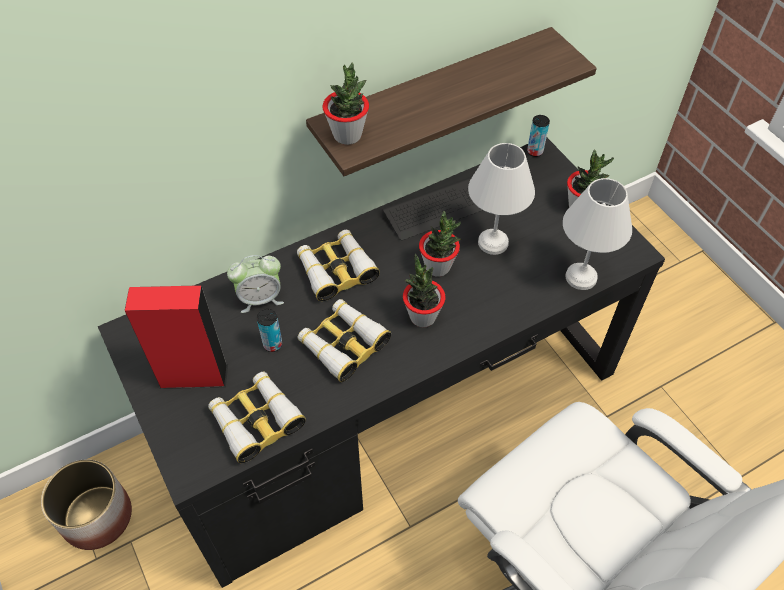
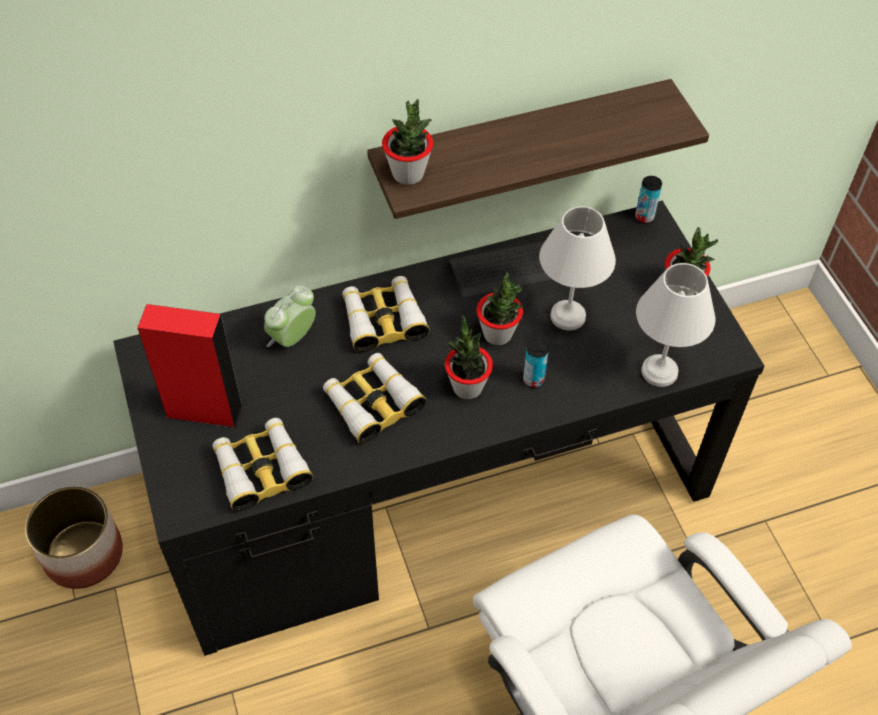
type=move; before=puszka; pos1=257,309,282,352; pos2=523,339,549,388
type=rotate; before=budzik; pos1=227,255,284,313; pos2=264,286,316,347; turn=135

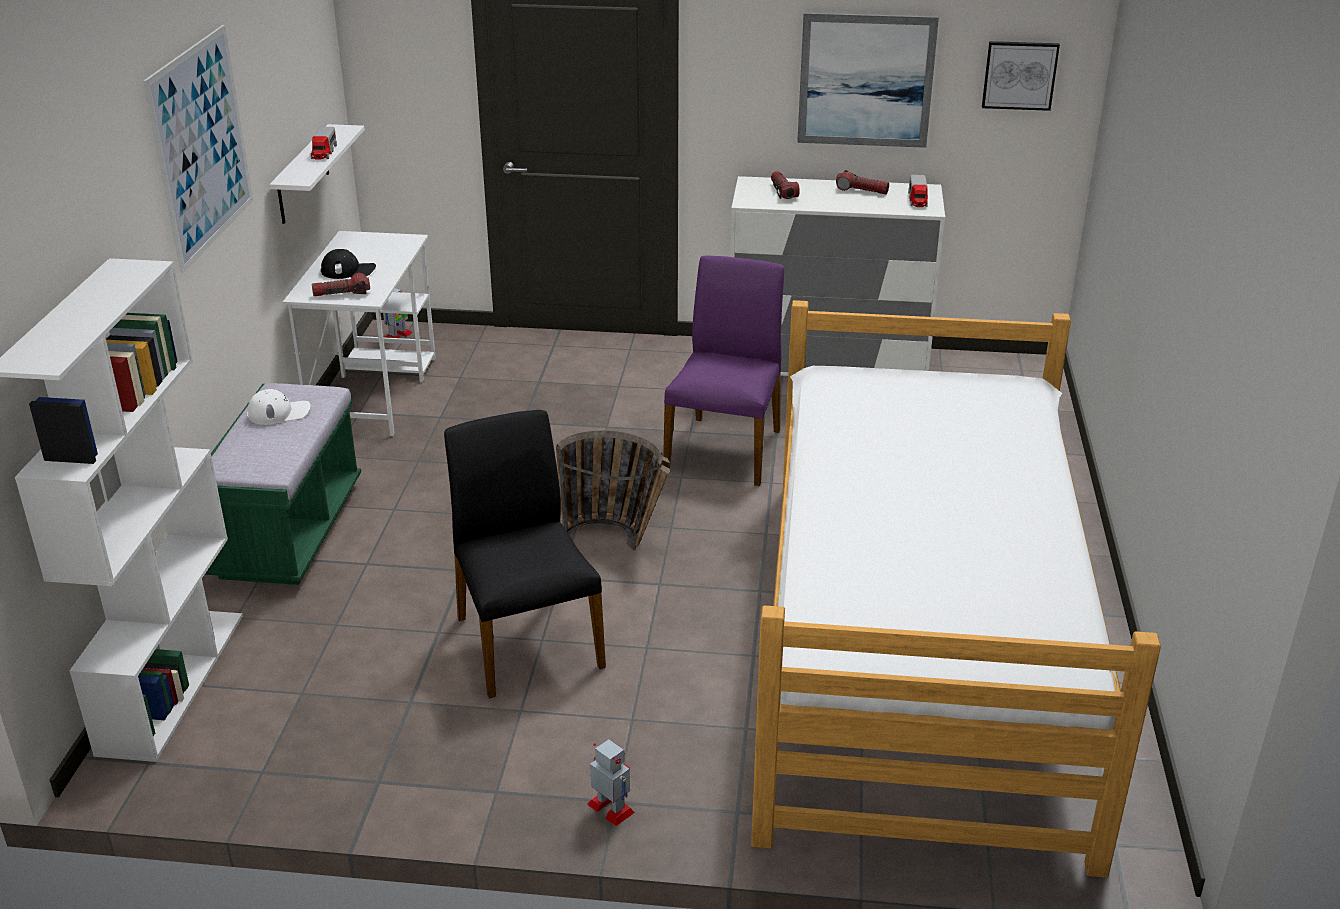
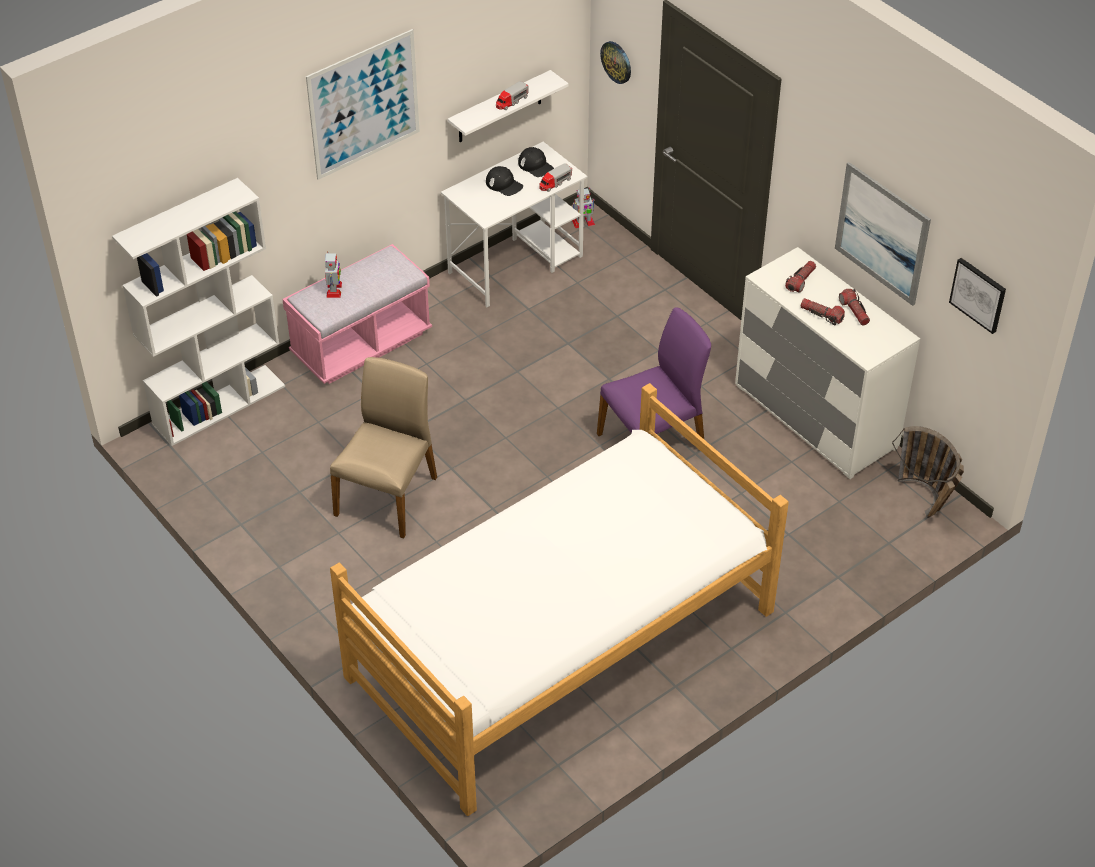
type=delete; before=czapka z daszkiem/biały; pos1=247,389,310,425
type=insert; after=czapka z daszkiem/czarny; pos2=518,147,554,177
type=insert; after=zegar ścienny; pos2=600,41,631,84
type=move; before=latarka; pos1=312,273,370,296; pos2=800,298,845,325
type=move; before=koszyk; pos1=556,431,670,551; pos2=892,426,964,518
type=move; before=robot zabawkowy; pos1=587,739,635,826; pos2=325,251,342,298
type=move; before=ciężarówka zabawkowa; pos1=908,175,928,207; pos2=539,163,572,192
type=recolor; before=ławka/zielony; after=ławka/różowy; pos1=205,383,361,585; pos2=282,244,432,384
type=recolor; before=krzesło/czarny; after=krzesło/beżowy; pos1=444,410,606,698; pos2=330,357,437,539

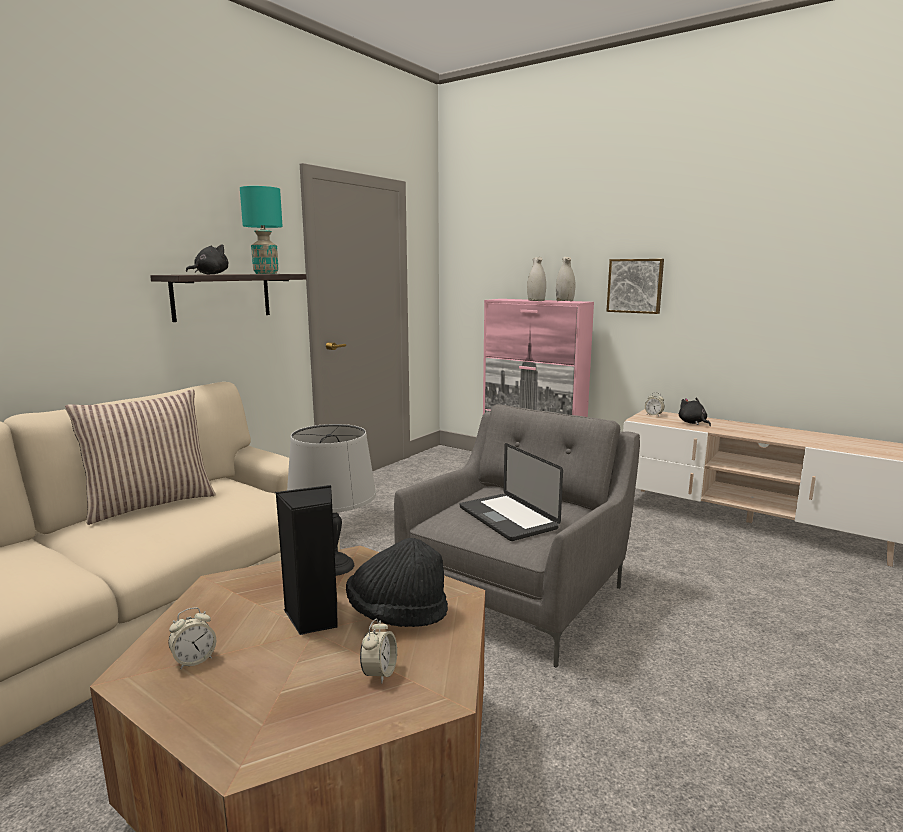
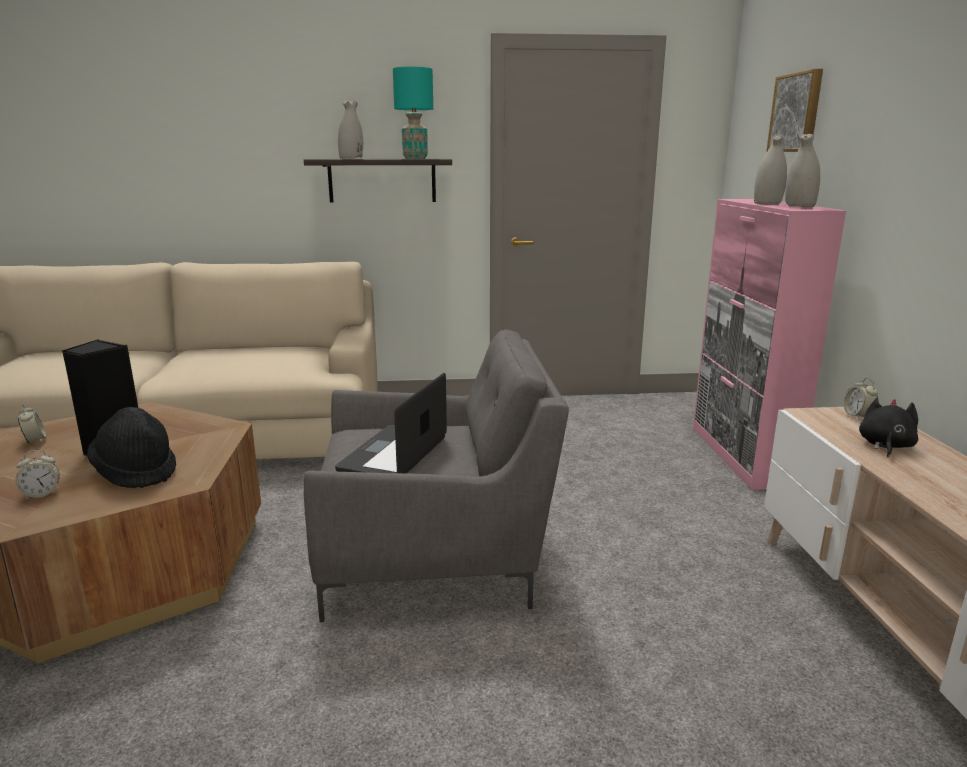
type=delete; before=poduszka; pos1=65,389,216,525
type=delete; before=lampa stołowa/szary; pos1=287,424,376,576
type=move; before=obraz; pos1=606,259,664,314; pos2=766,69,823,152
type=replace; before=pluszak/czarny; after=wazon/biały; pos1=186,244,228,274; pos2=338,100,363,159
type=rotate; before=budzik; pos1=168,608,216,669; pos2=18,405,46,443; turn=-135

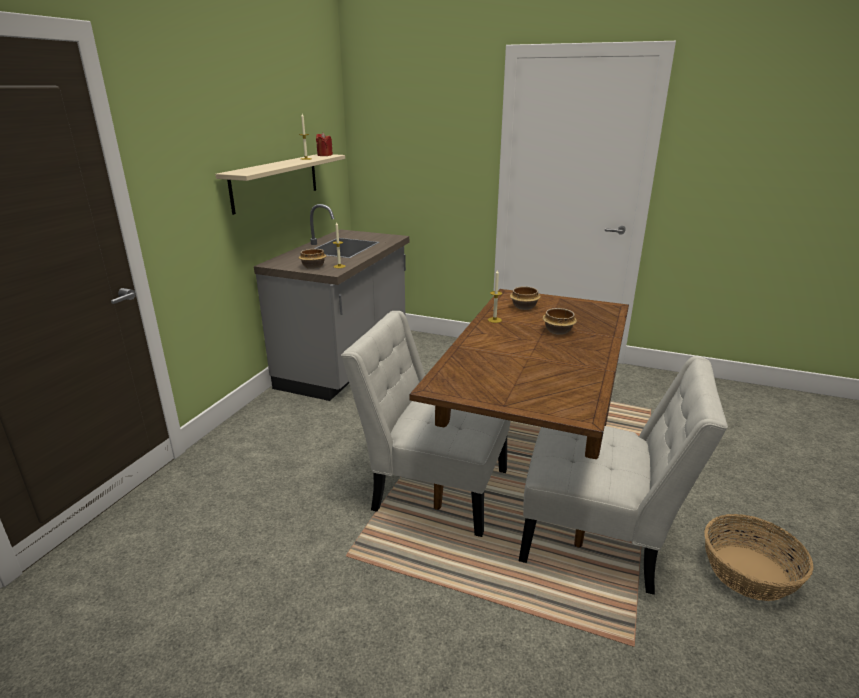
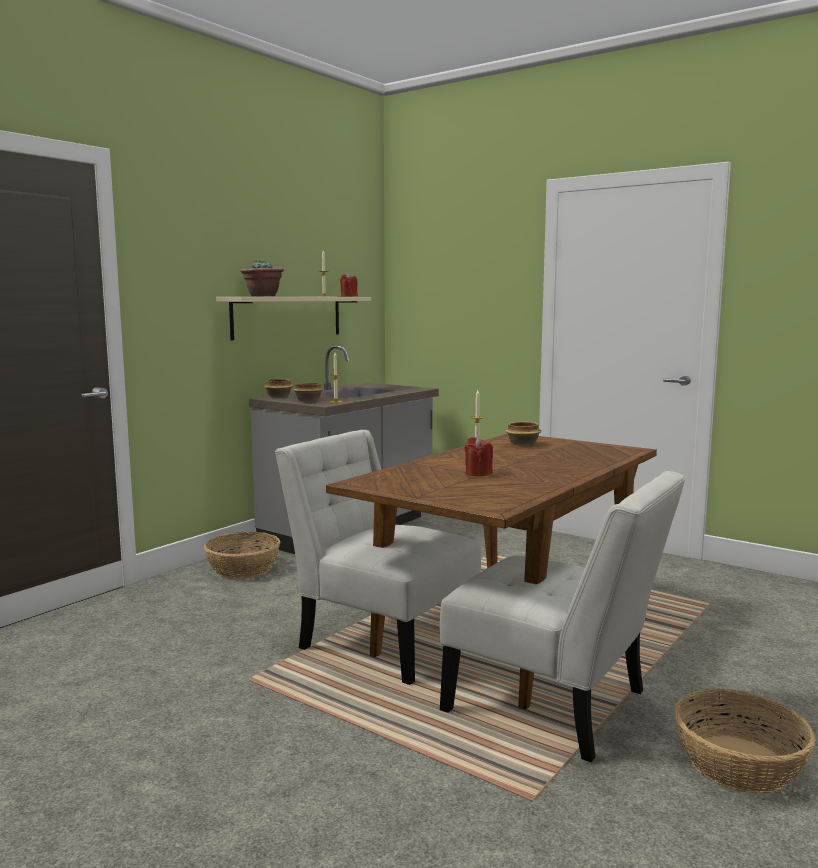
type=insert; after=koszyk; pos2=204,532,281,579
type=insert; after=roślina doniczkowa; pos2=240,260,284,296
type=insert; after=świeca/czerwony; pos2=465,436,493,476
type=move; before=miska; pos1=543,308,577,335; pos2=264,379,293,398

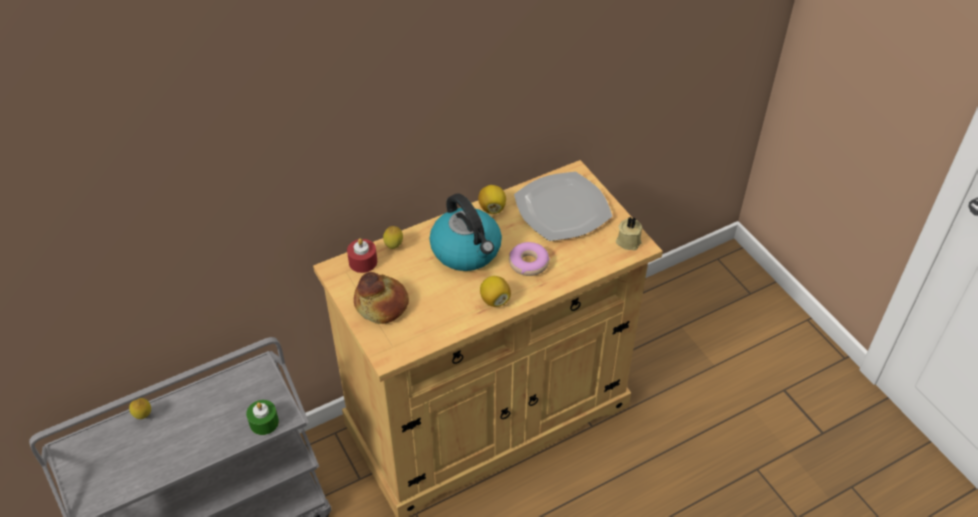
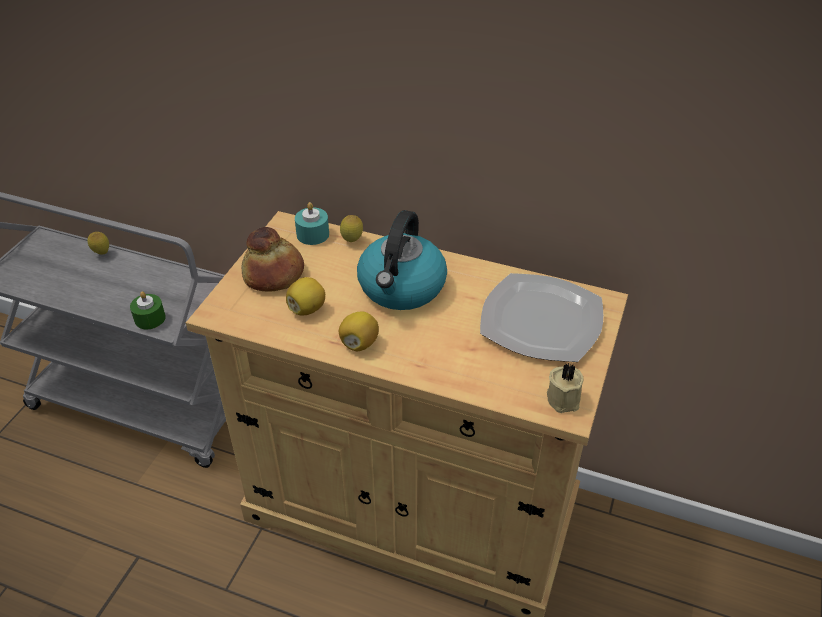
type=delete; before=donut; pos1=509,242,550,276
type=move; before=cytryna; pos1=478,185,506,214; pos2=286,277,325,315
type=recolor; before=świeca/czerwony; after=świeca/turkusowy; pos1=347,238,377,273; pos2=295,202,329,245

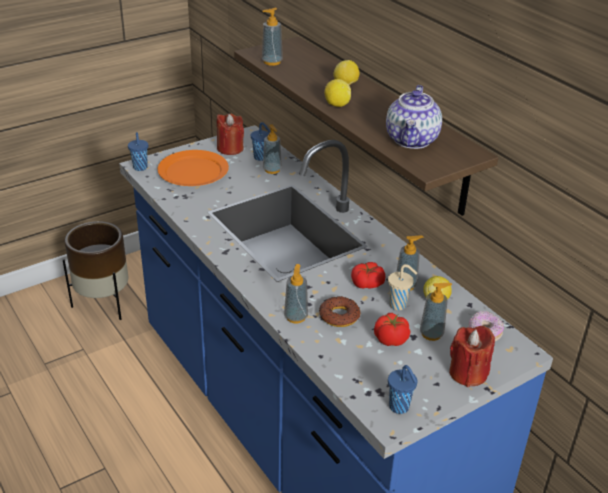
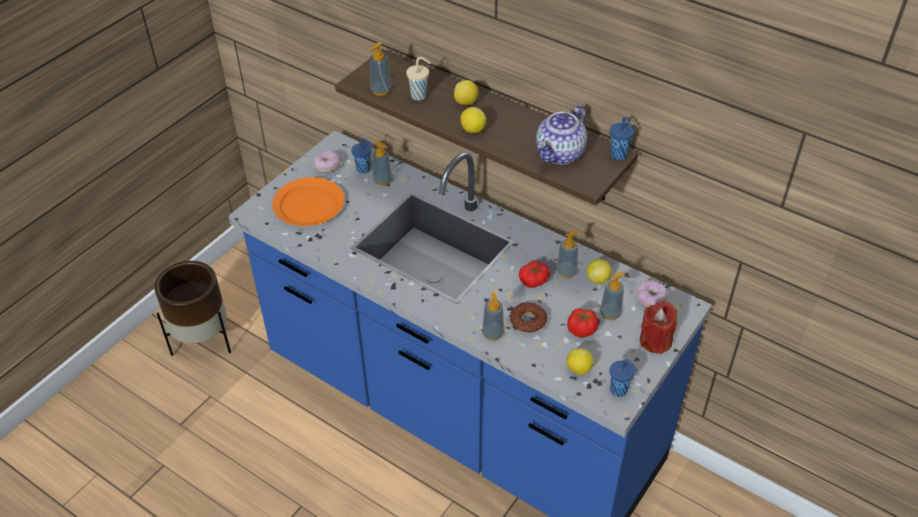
type=insert; after=cytryna; pos2=566,348,594,375
type=move; before=filiżanka/niebieski; pos1=128,132,148,171; pos2=610,117,635,160
type=move; before=filiżanka/beżowy; pos1=388,264,417,310; pos2=406,57,431,101
type=replace; before=świeca/czerwony; after=donut; pos1=217,113,244,155; pos2=314,150,340,172
type=rotate; before=imbryk; pos1=386,85,442,149; pos2=536,105,587,164; turn=45

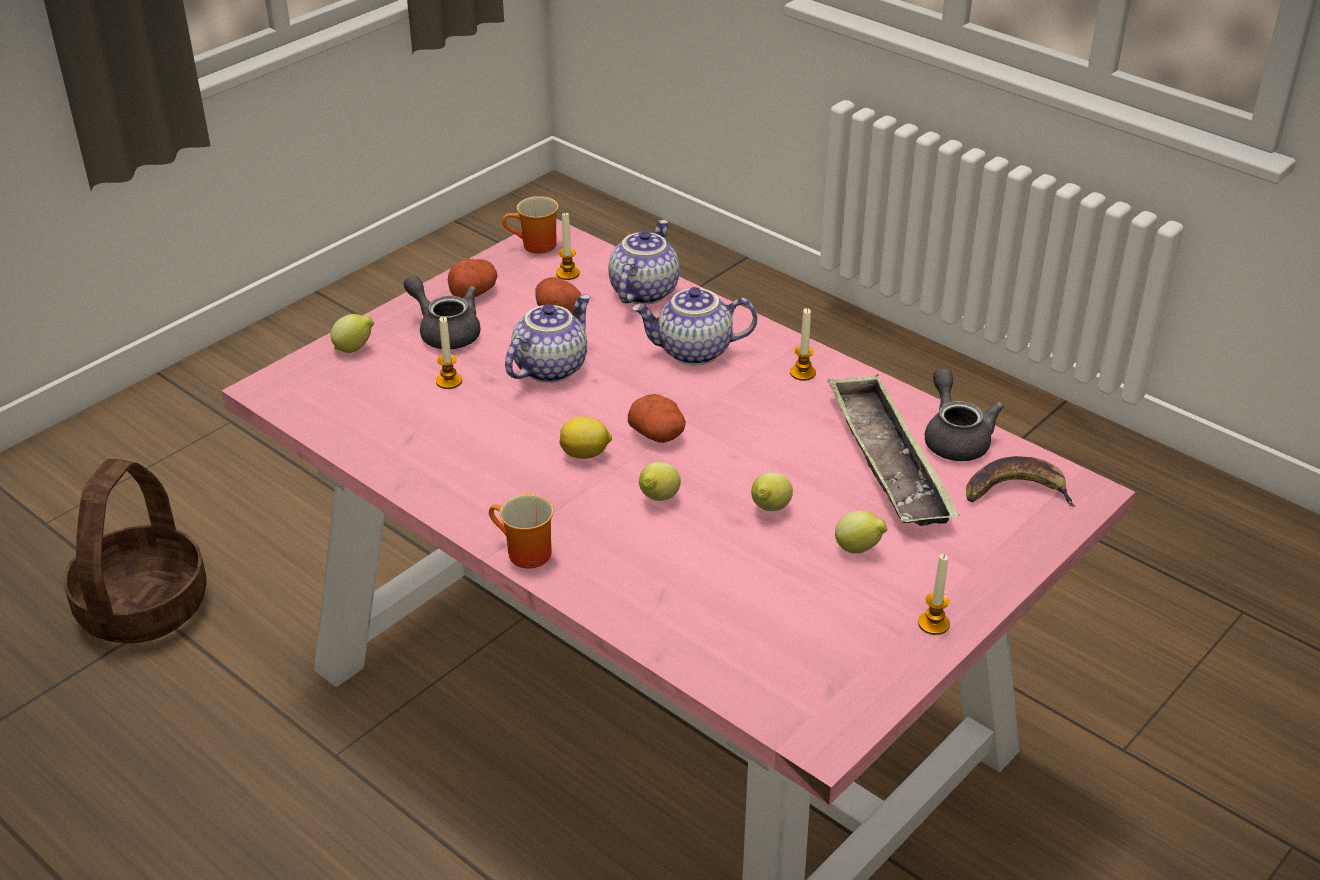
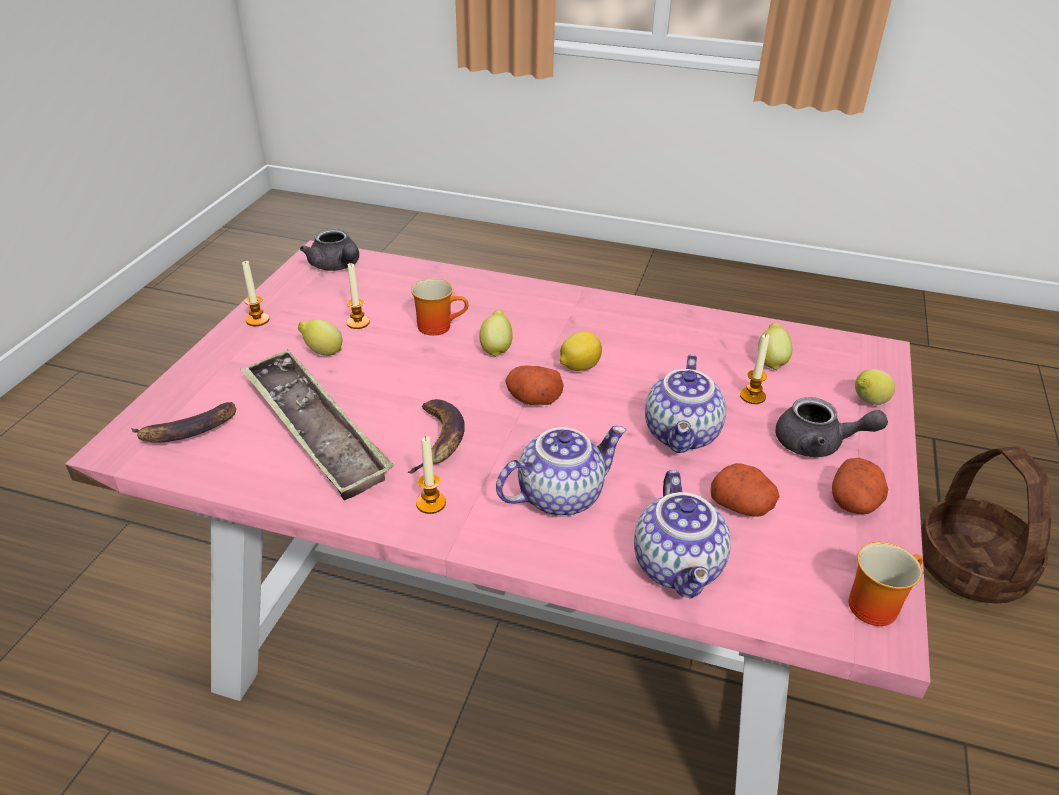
type=insert; after=banan; pos2=407,399,465,473
type=move; before=kubek; pos1=489,494,554,569; pos2=411,279,469,336
type=move; before=świeca; pos1=556,212,580,280; pos2=346,263,370,329
type=move; before=cytryna; pos1=751,472,793,511; pos2=758,322,792,370
type=move; before=imbryk/szary; pos1=925,368,1004,461; pos2=300,228,359,271

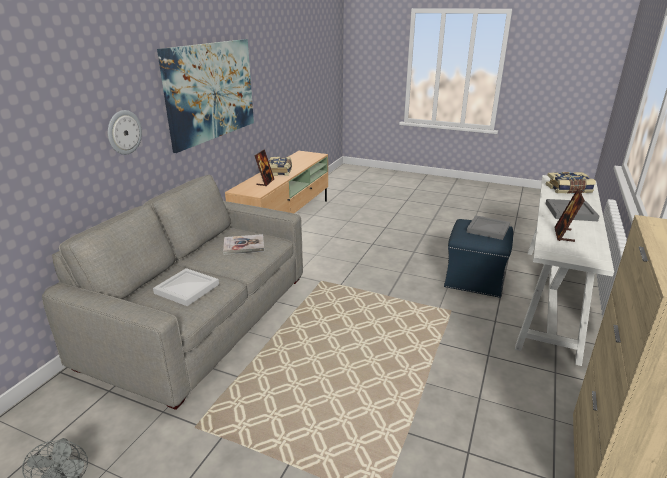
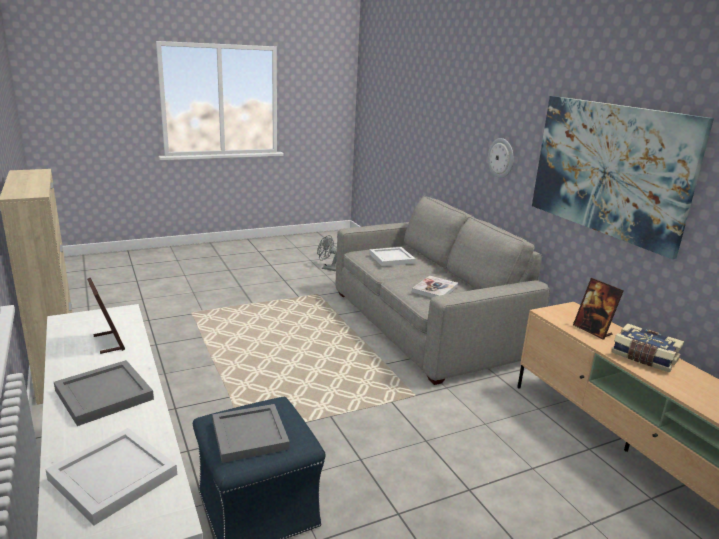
type=replace; before=książka; after=taca/biały; pos1=546,172,596,193; pos2=45,428,177,525

